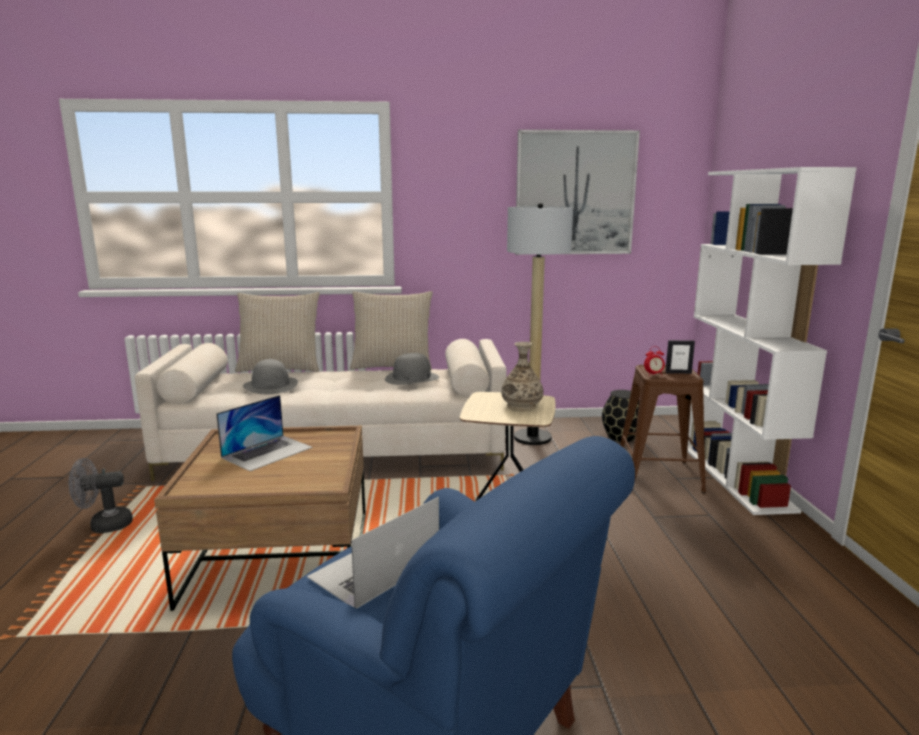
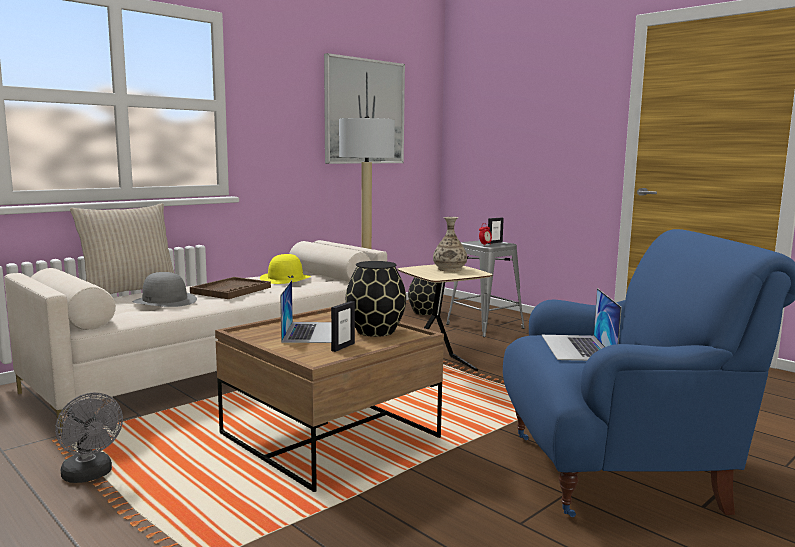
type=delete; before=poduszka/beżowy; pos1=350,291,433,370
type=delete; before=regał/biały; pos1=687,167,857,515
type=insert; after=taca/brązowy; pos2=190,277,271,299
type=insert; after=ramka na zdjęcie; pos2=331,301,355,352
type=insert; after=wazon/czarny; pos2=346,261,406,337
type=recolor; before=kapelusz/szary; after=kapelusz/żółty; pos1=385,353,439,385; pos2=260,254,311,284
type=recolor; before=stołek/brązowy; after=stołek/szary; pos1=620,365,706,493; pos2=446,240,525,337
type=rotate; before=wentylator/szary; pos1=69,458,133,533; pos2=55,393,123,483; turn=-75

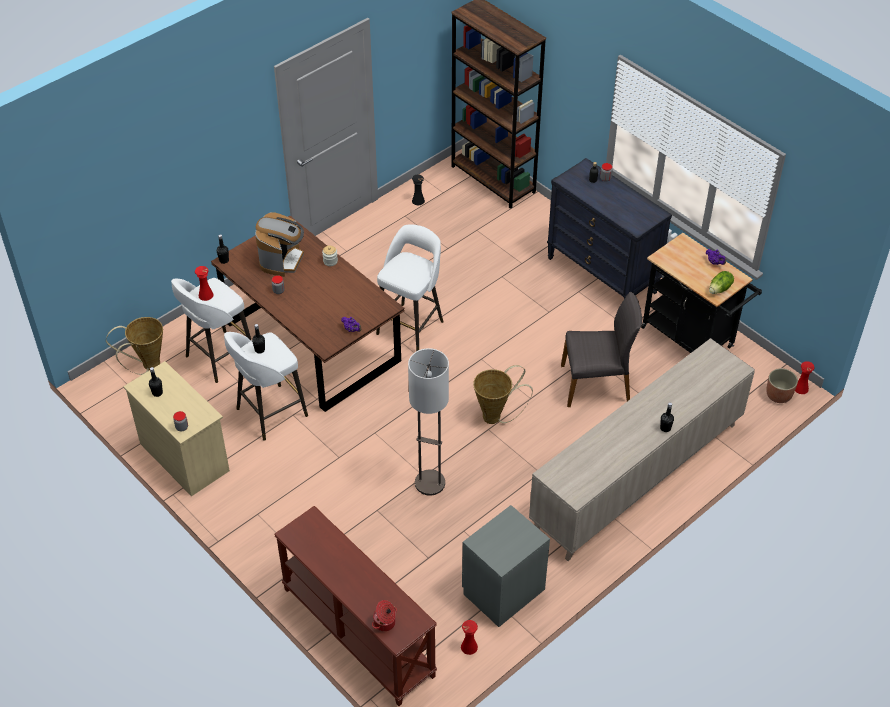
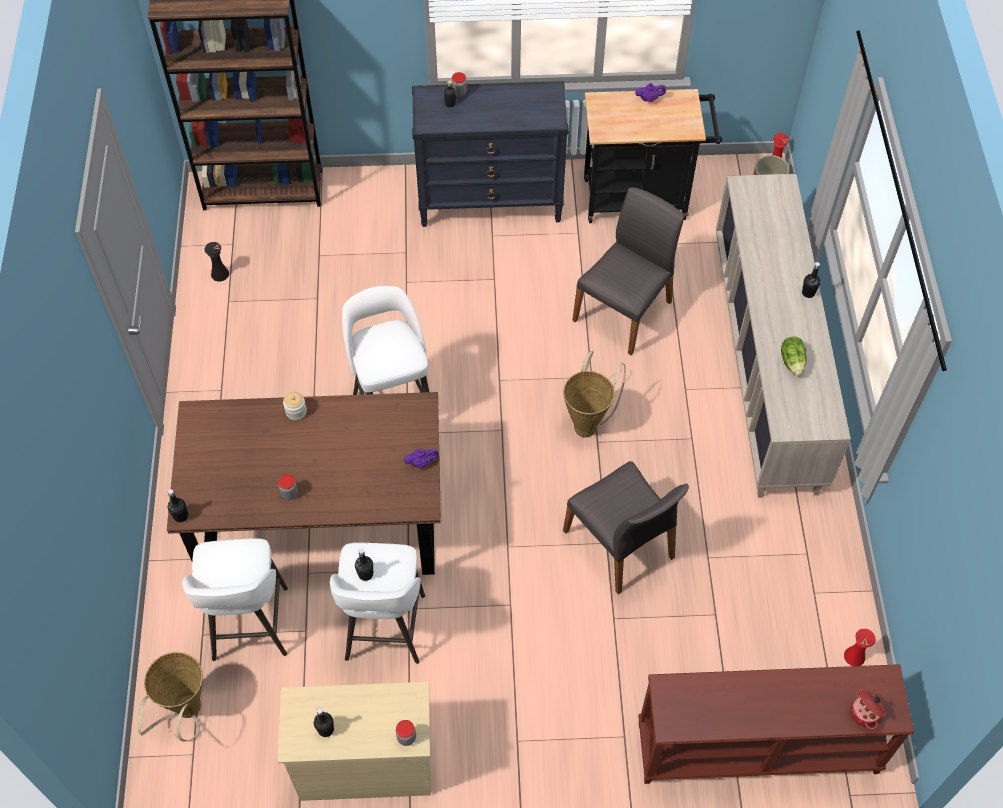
type=delete; before=wazon/czerwony; pos1=195,266,214,301
type=delete; before=ekspres do kawy; pos1=255,212,304,277
type=delete; before=szafka nocna/szary; pos1=462,505,550,627
type=move; before=sałata; pos1=709,271,734,294; pos2=781,336,807,376
type=replace; before=lampa stojąca; after=krzesło/szary; pos1=408,348,449,496; pos2=563,461,689,595

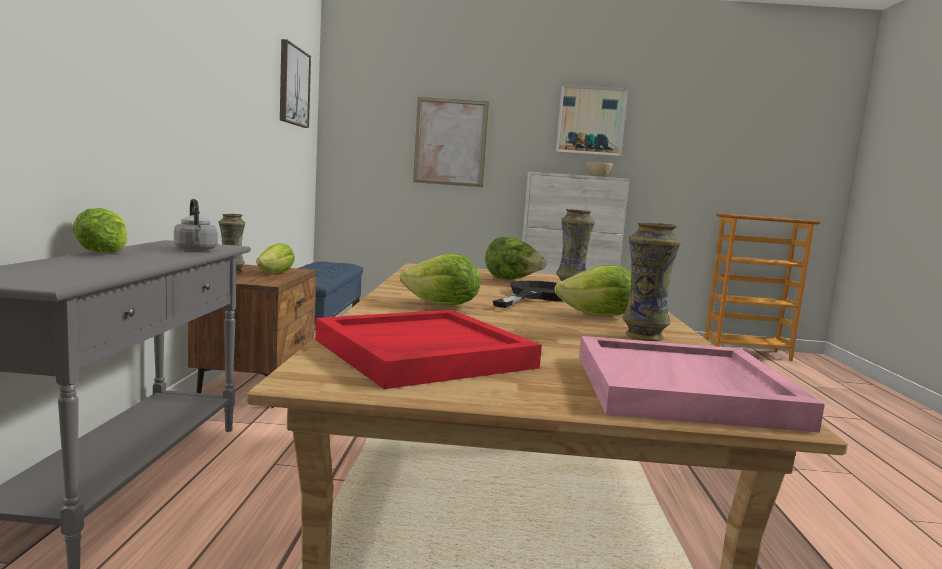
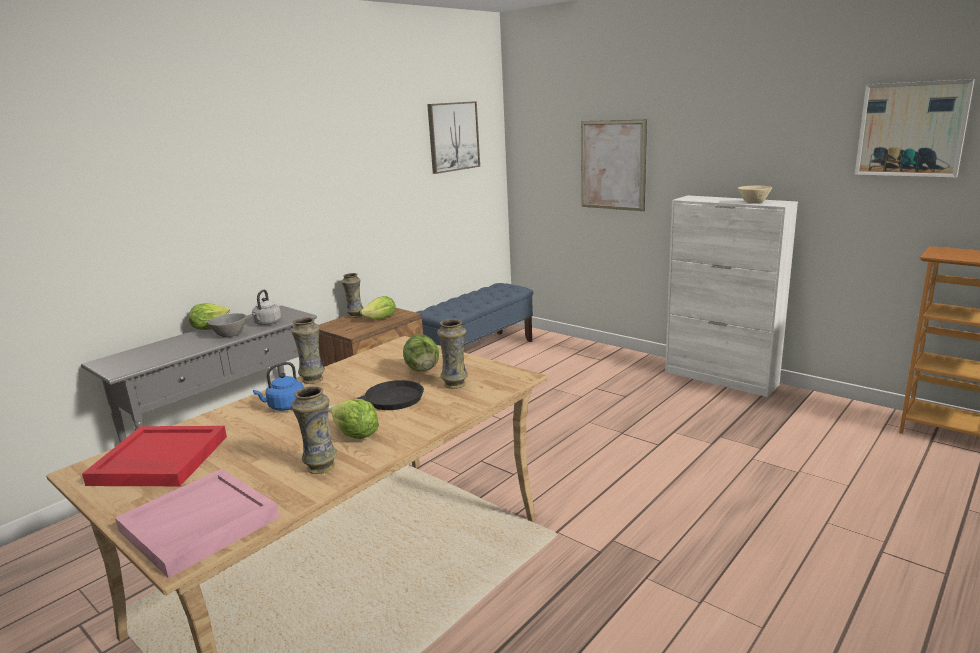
type=insert; after=miska/szary; pos2=208,313,247,338
type=insert; after=wazon; pos2=291,317,325,384
type=move; before=obraz; pos1=556,84,628,156; pos2=855,79,975,178
type=replace; before=sałata; after=czajnik/niebieski; pos1=400,254,481,305; pos2=253,362,304,411

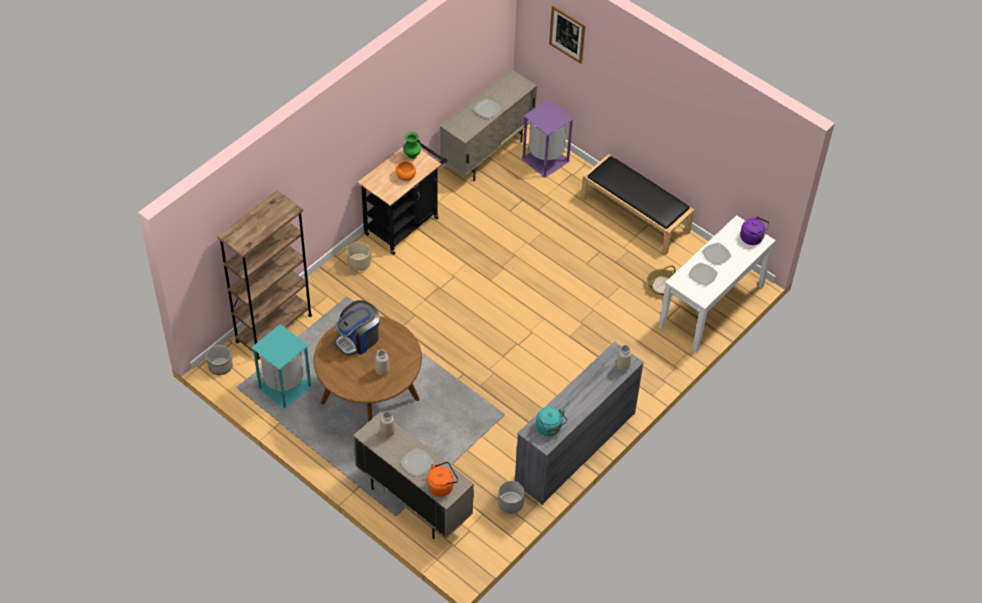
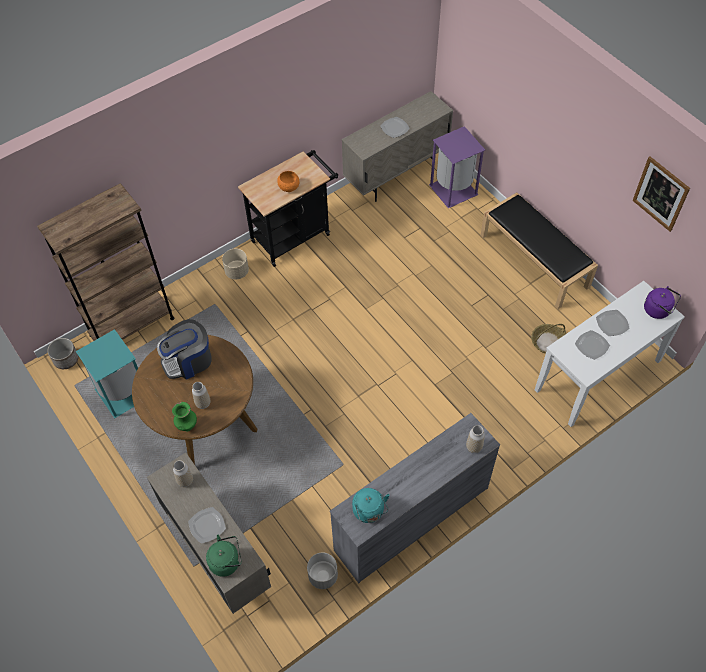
type=move; before=wazon/zielony; pos1=403,132,421,159; pos2=172,402,197,431
type=move; before=obraz; pos1=549,5,586,64; pos2=632,156,690,232
type=recolor; before=czajnik/pomarańczowy; after=czajnik/zielony; pos1=427,462,458,497; pos2=206,535,242,577

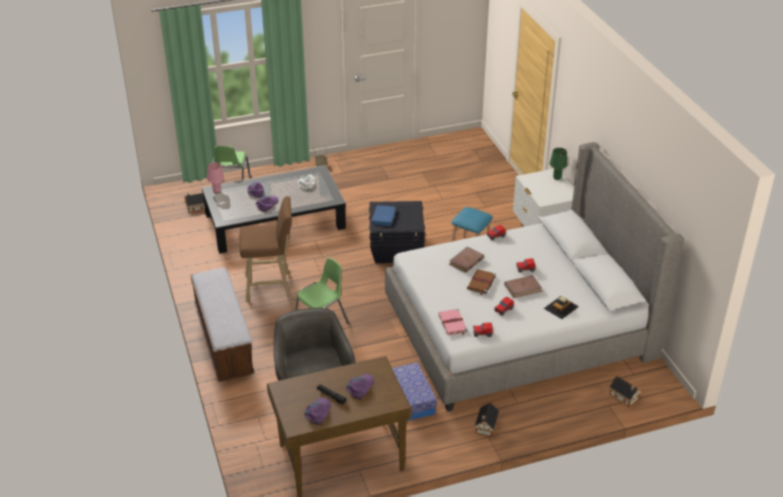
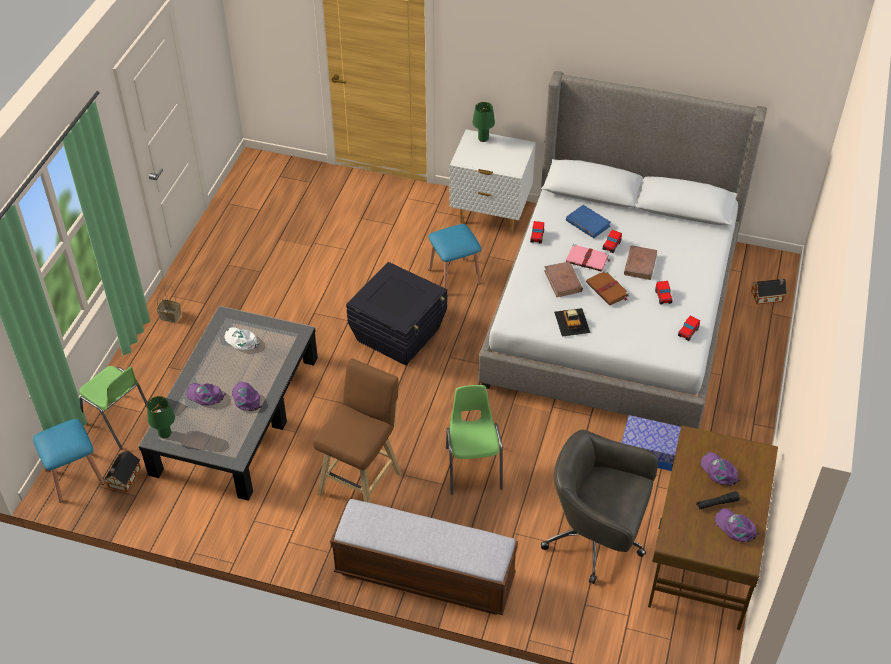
type=delete; before=domek; pos1=475,403,499,437
type=insert; after=stołek/niebieski; pos2=33,419,105,503
type=move; before=książka/niebieski; pos1=371,205,396,226; pos2=566,205,611,238
type=move; before=książka/różowy; pos1=438,309,468,335; pos2=566,244,610,272
type=move; before=samochodzik; pos1=544,296,579,319; pos2=554,308,590,337
type=recolor; before=lampa stołowa/różowy; after=lampa stołowa/zielony; pos1=207,162,224,193; pos2=147,396,175,438

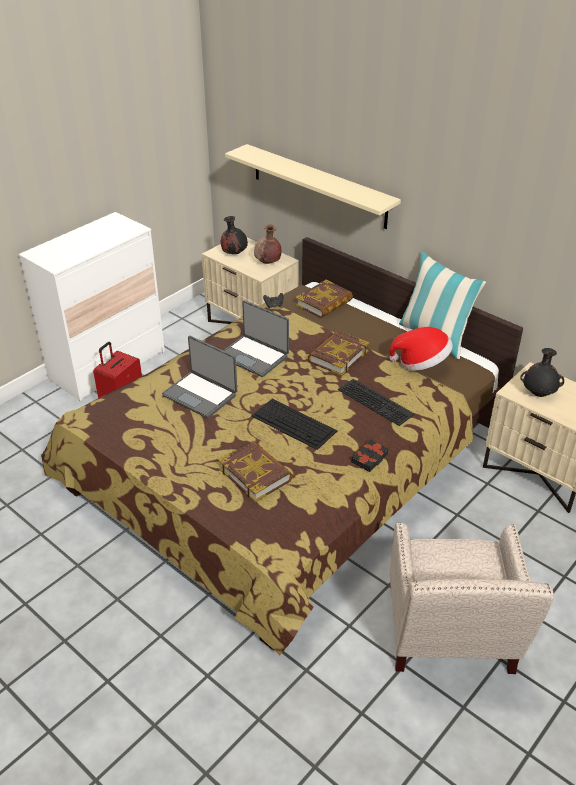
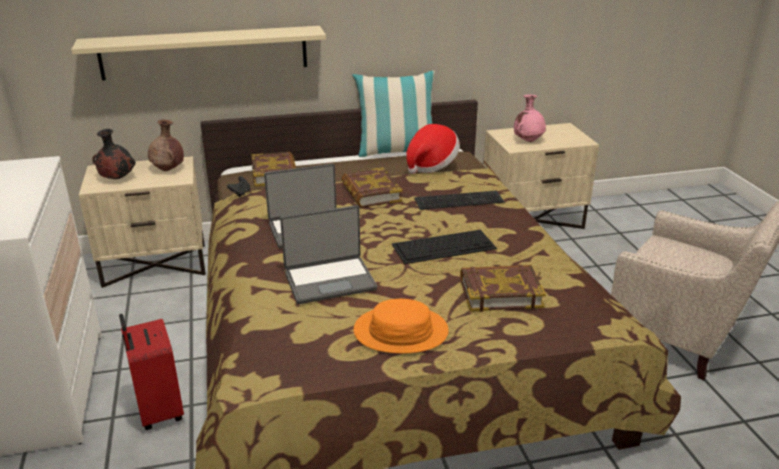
type=delete; before=książka/czarny; pos1=351,439,389,472
type=insert; after=kapelusz/pomarańczowy; pos2=354,299,449,354
type=recolor; before=wazon/czarny; after=wazon/różowy; pos1=520,348,564,397; pos2=514,94,546,142

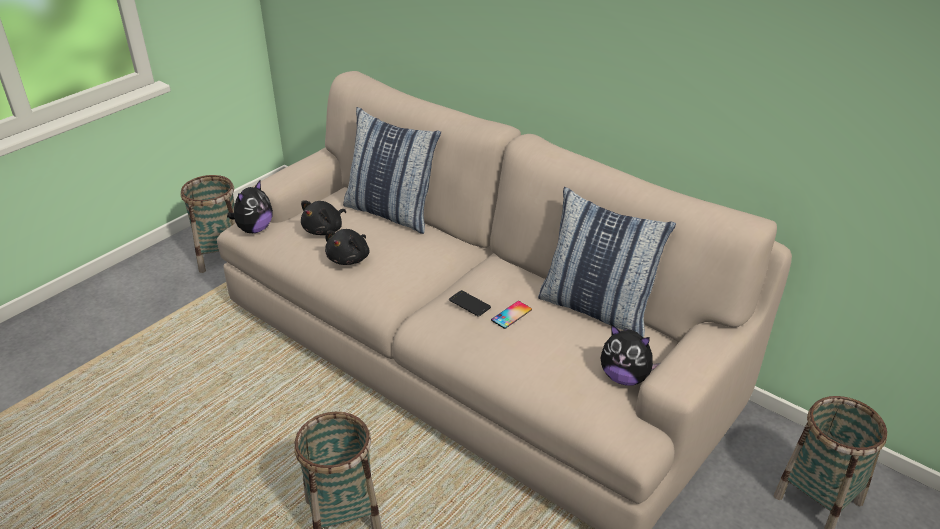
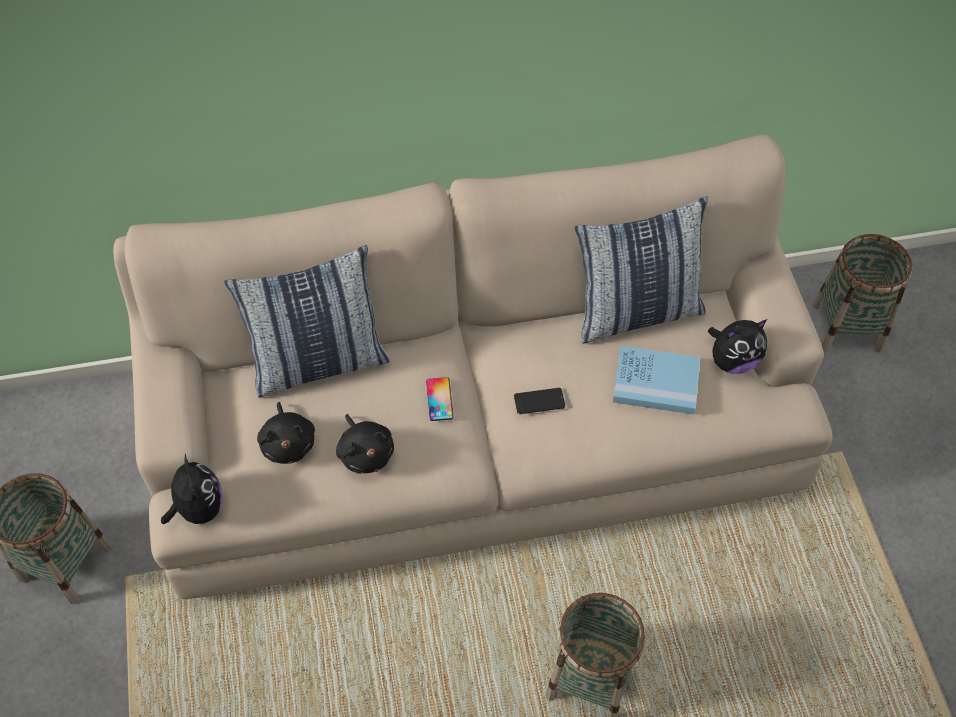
type=insert; after=książka/niebieski; pos2=613,346,700,414
type=move; before=telefon; pos1=491,301,532,329; pos2=426,377,453,421

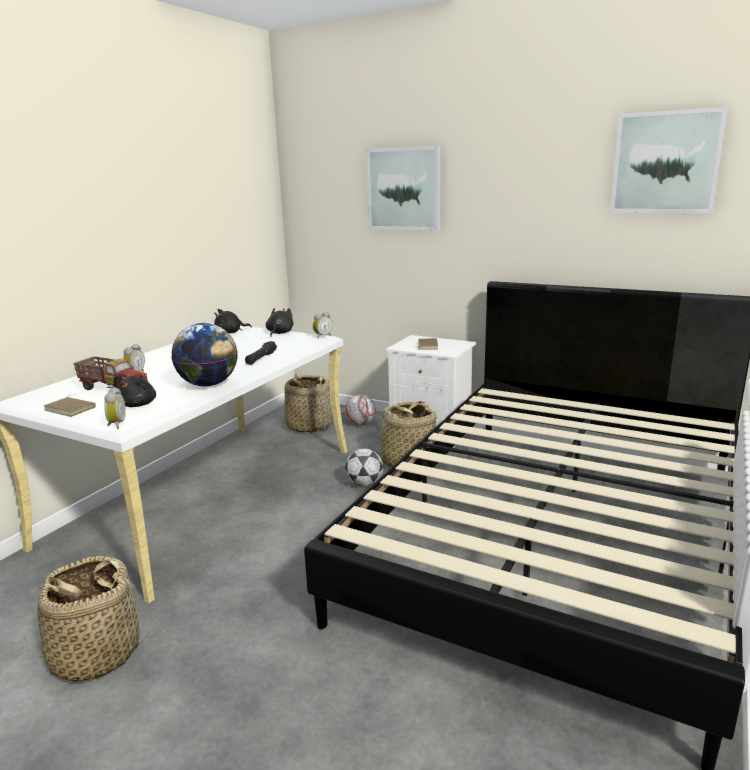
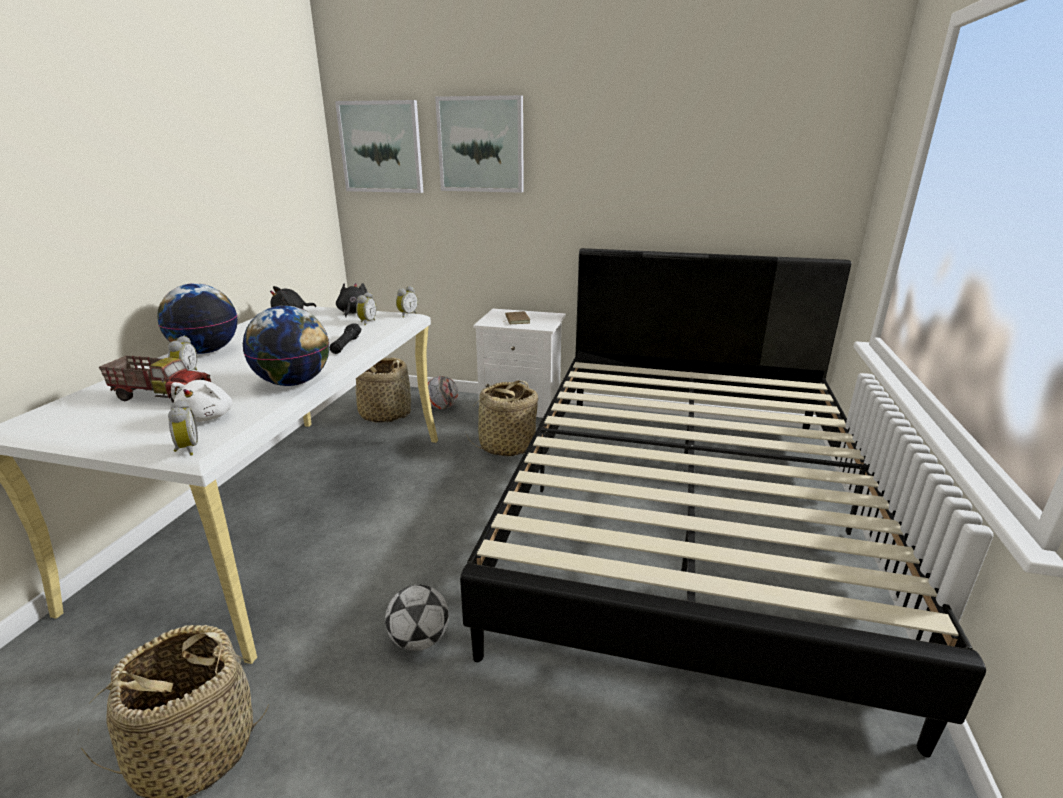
type=delete; before=książka/brązowy; pos1=44,395,96,417
type=insert; after=globus; pos2=157,283,238,354
type=insert; after=budzik; pos2=356,292,377,326
type=move; before=piłka futbolowa; pos1=345,448,383,487; pos2=385,584,449,651
type=move; before=obraz; pos1=610,107,728,213; pos2=335,100,423,193
type=recolor; before=pluszak/czarny; after=pluszak/biały; pos1=114,375,156,407; pos2=171,380,232,422

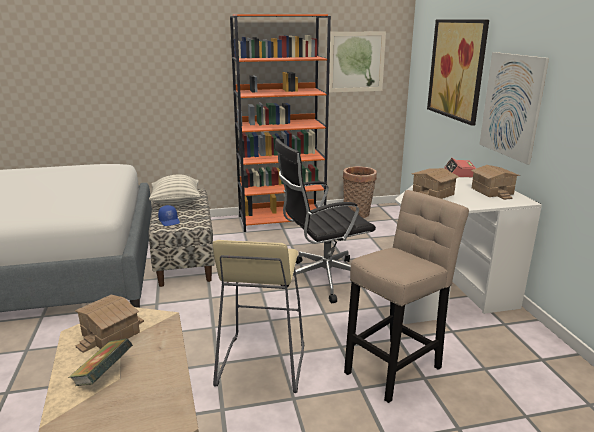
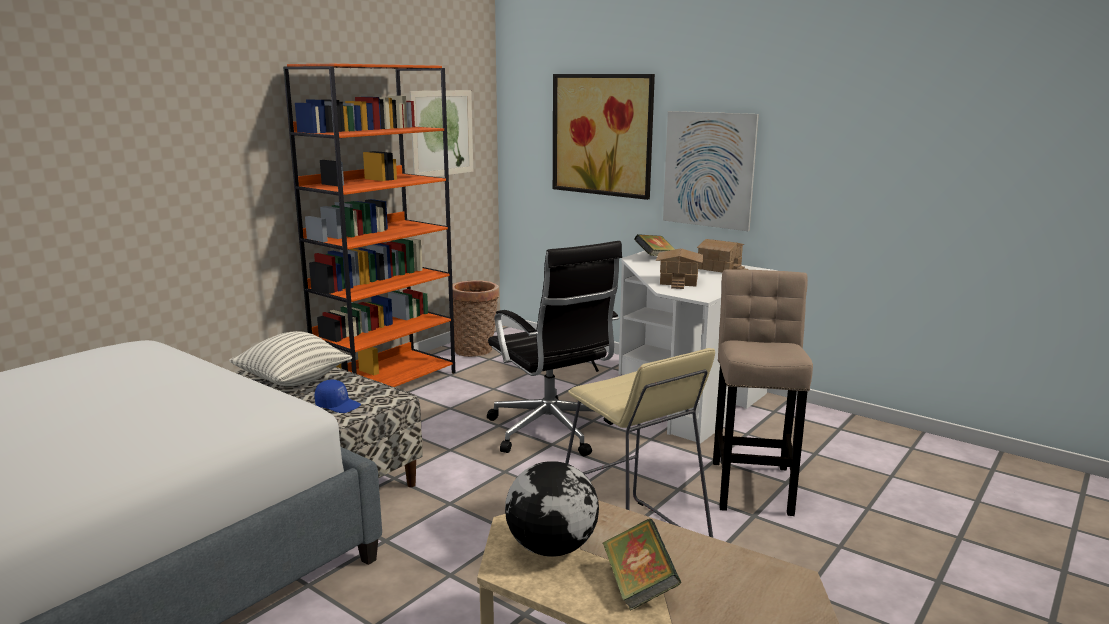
type=replace; before=domek; after=globus; pos1=75,295,144,353; pos2=505,461,599,557
type=replace; before=budzik; after=książka; pos1=444,158,476,177; pos2=634,234,675,256
type=rotate; before=krzesło biurowe/czarny; pos1=274,138,376,303; pos2=487,241,622,456; turn=-60

